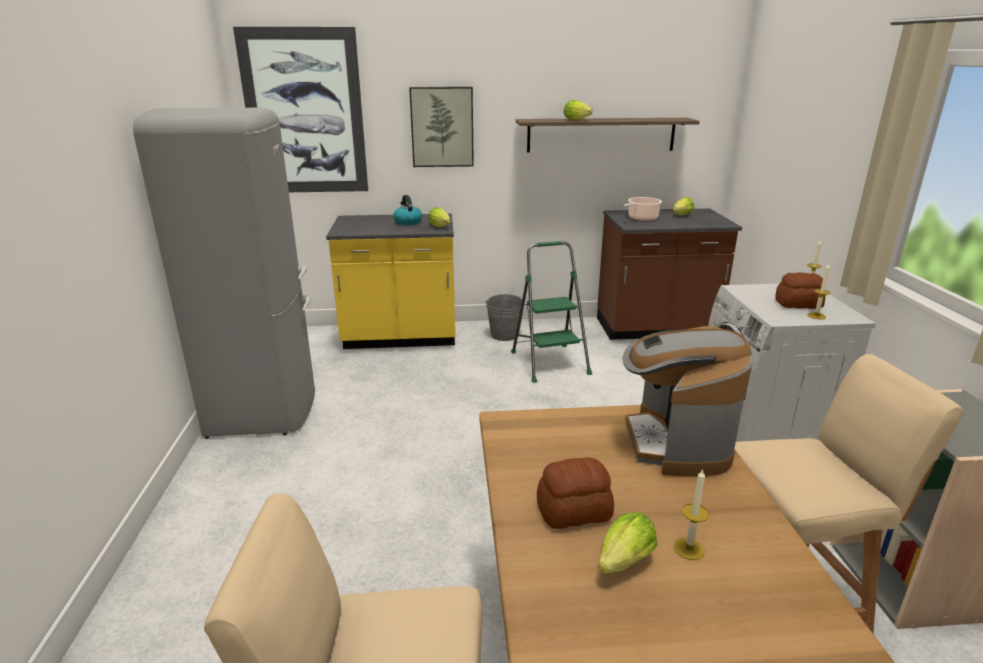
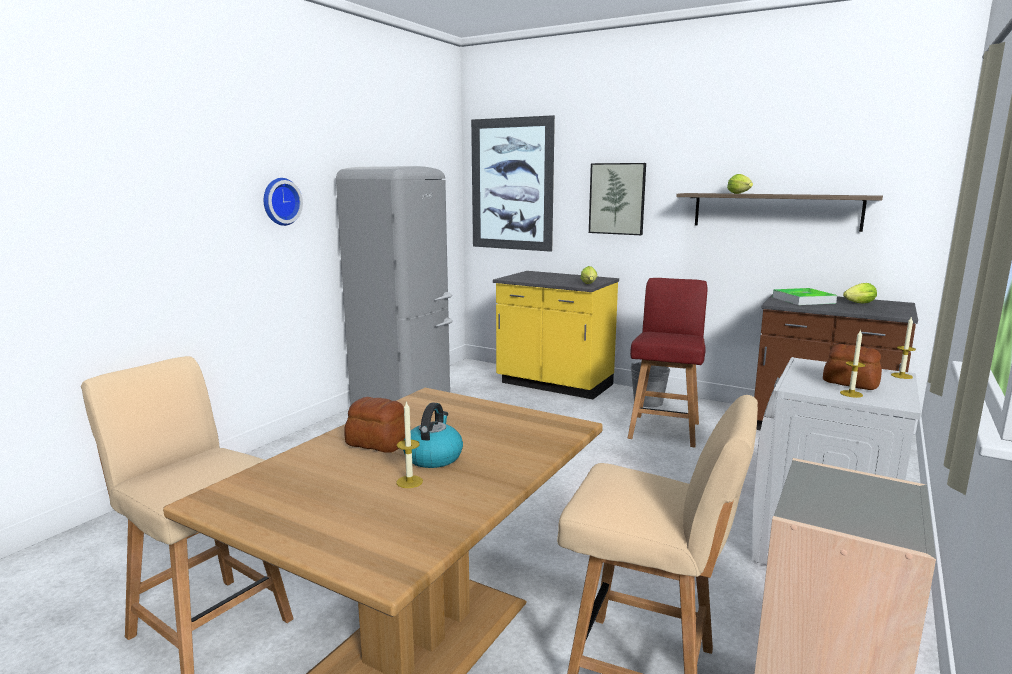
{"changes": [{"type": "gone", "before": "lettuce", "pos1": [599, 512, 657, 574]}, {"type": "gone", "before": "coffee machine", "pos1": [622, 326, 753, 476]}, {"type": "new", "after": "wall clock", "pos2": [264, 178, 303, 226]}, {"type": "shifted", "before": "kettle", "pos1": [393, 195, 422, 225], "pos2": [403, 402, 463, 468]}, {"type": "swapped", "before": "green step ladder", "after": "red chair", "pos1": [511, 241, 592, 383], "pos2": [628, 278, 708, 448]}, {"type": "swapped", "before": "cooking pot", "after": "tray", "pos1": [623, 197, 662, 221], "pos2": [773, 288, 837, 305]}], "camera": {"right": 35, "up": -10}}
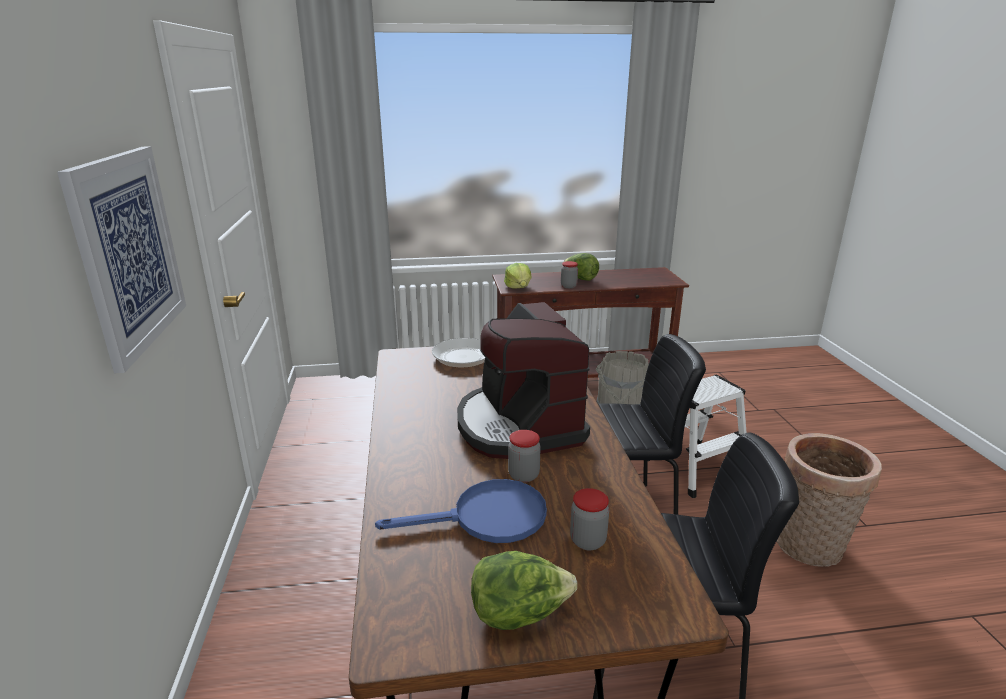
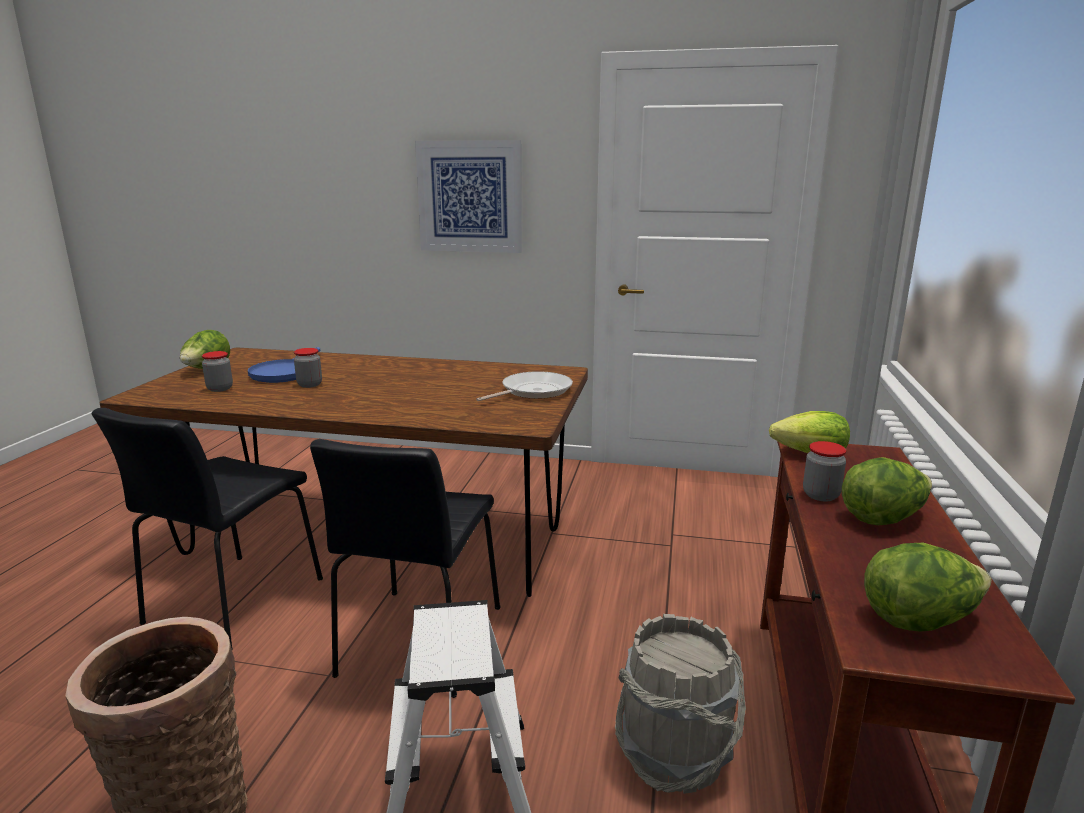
{"changes": [{"type": "gone", "before": "coffee machine", "pos1": [457, 302, 590, 459]}, {"type": "new", "after": "lettuce", "pos2": [864, 543, 991, 631]}], "camera": {"right": 110, "up": -5}}
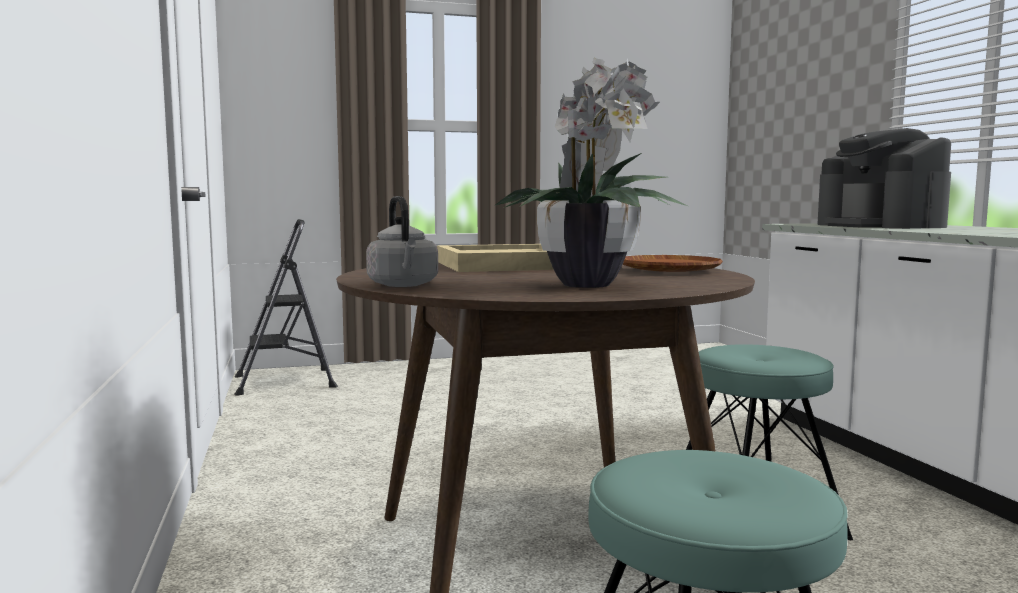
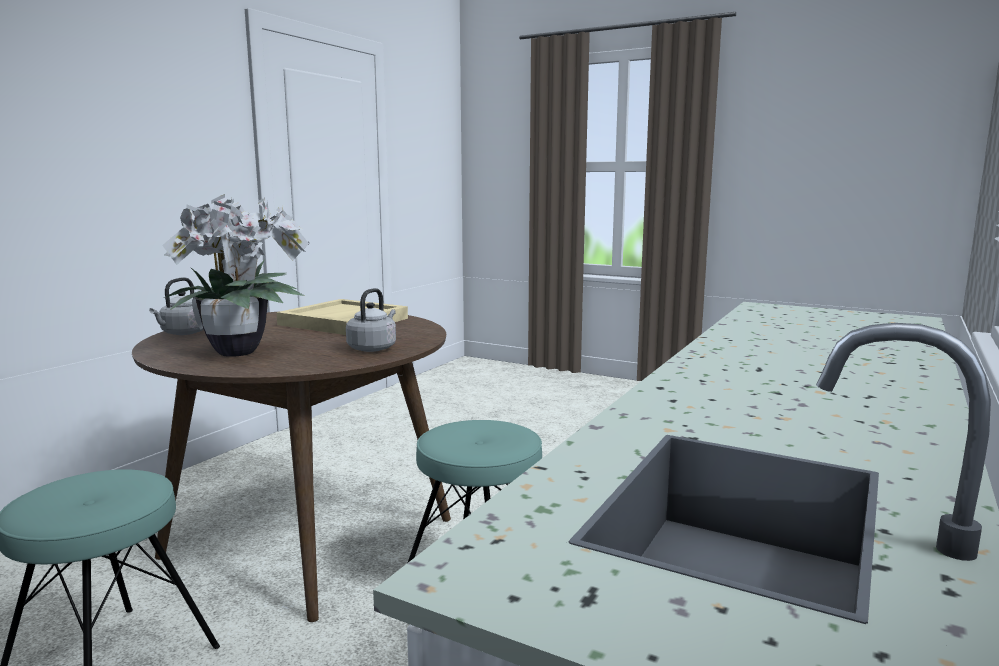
{"changes": [{"type": "gone", "before": "black step ladder", "pos1": [234, 219, 338, 396]}, {"type": "gone", "before": "coffee machine", "pos1": [817, 128, 951, 229]}, {"type": "swapped", "before": "brown plate", "after": "grey kettle", "pos1": [623, 255, 723, 272], "pos2": [346, 288, 396, 352]}], "camera": {"right": 45, "up": 5}}
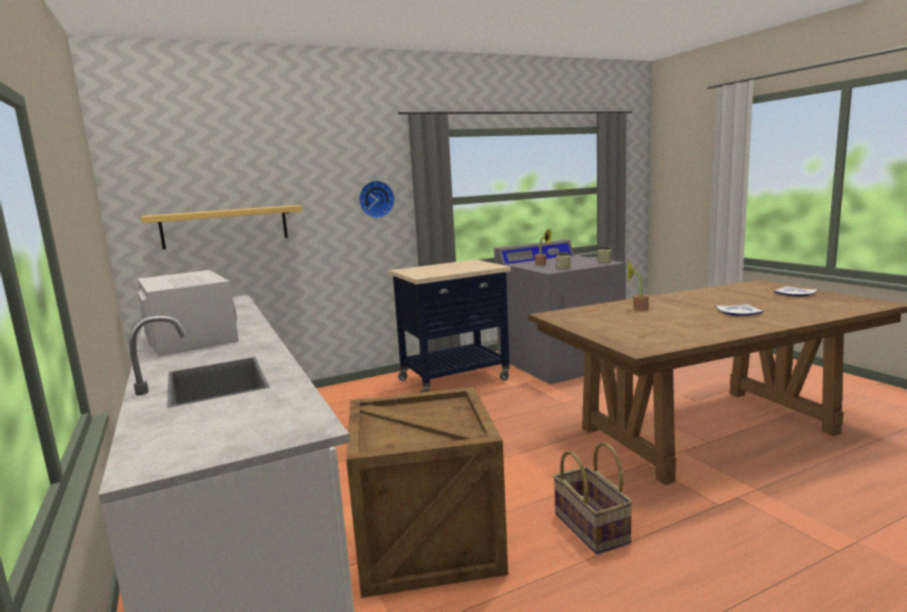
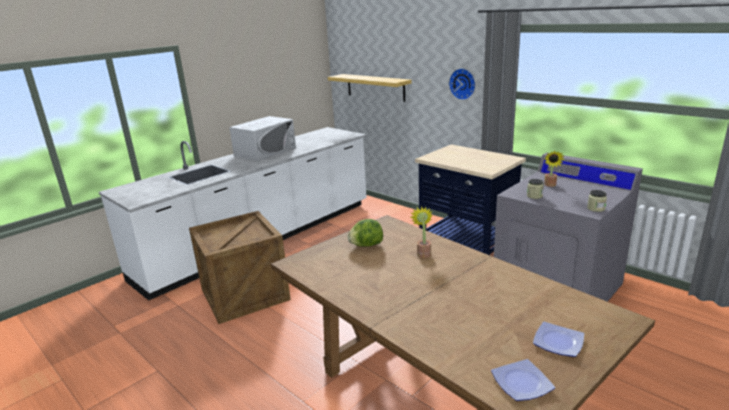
{"changes": [{"type": "gone", "before": "basket", "pos1": [553, 442, 633, 554]}, {"type": "new", "after": "lettuce", "pos2": [348, 219, 383, 247]}, {"type": "shifted", "before": "plate", "pos1": [716, 304, 763, 316], "pos2": [491, 359, 555, 401]}], "camera": {"right": 70, "up": 10}}
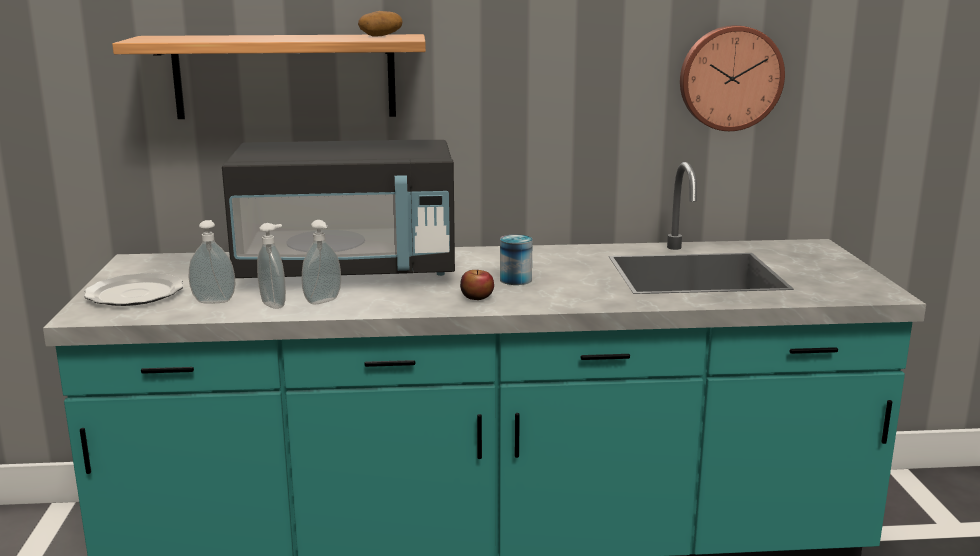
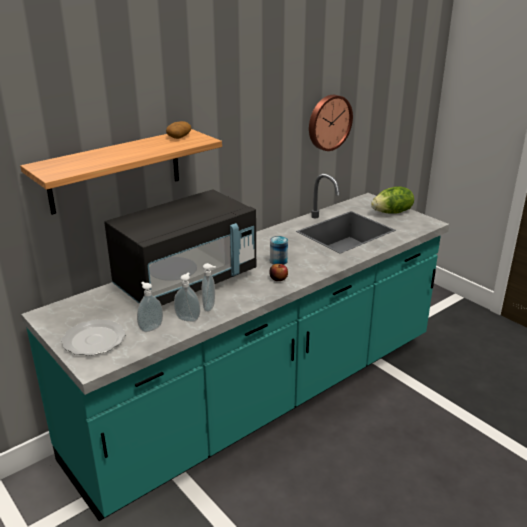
{"changes": [{"type": "new", "after": "lettuce", "pos2": [371, 186, 414, 214]}], "camera": {"right": -35, "up": 10}}
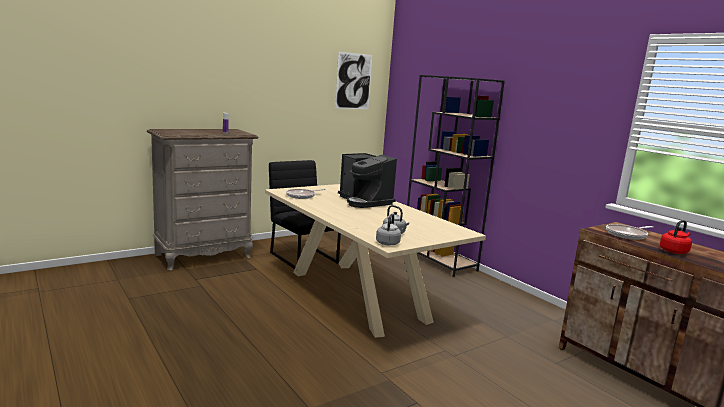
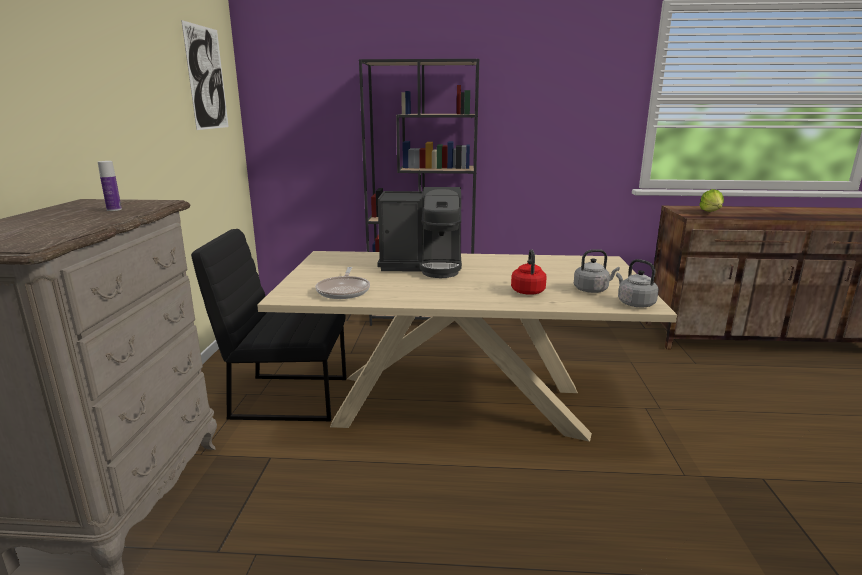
{"changes": [{"type": "shifted", "before": "red kettle", "pos1": [660, 220, 692, 254], "pos2": [511, 249, 547, 295]}, {"type": "swapped", "before": "frying pan", "after": "lettuce", "pos1": [606, 224, 653, 240], "pos2": [699, 189, 724, 212]}], "camera": {"right": -50, "up": 5}}
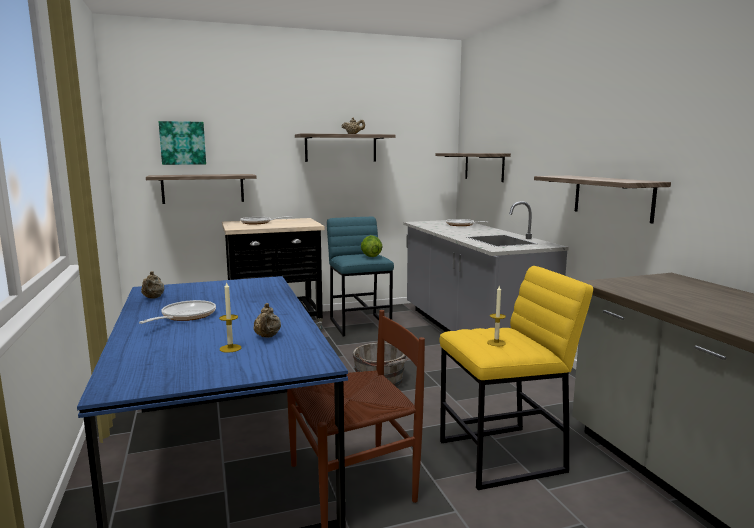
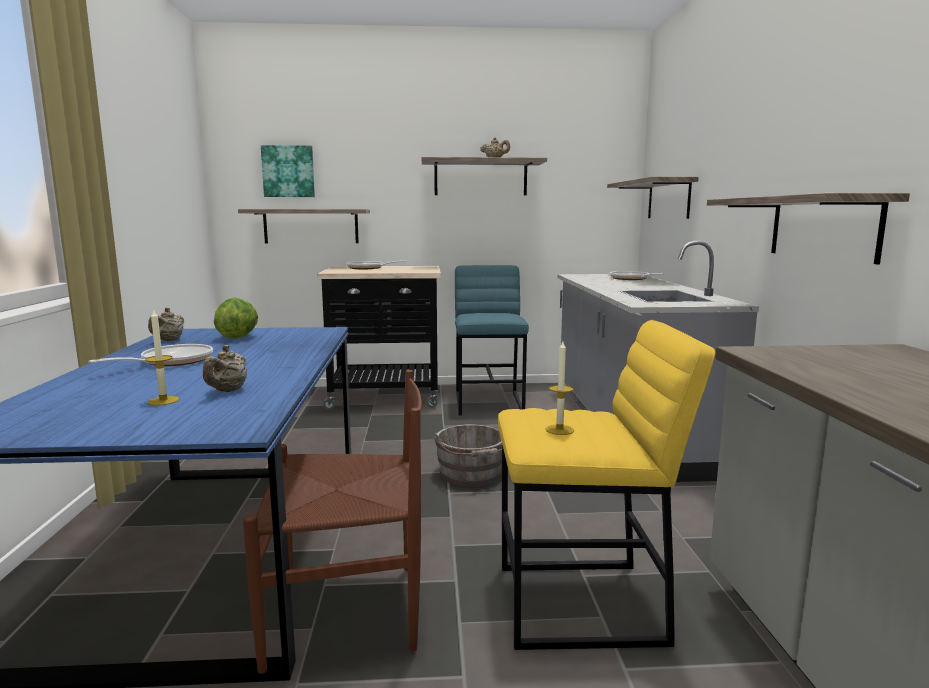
{"changes": [{"type": "shifted", "before": "lettuce", "pos1": [361, 235, 383, 257], "pos2": [214, 297, 258, 339]}], "camera": {"right": 15, "up": 0}}
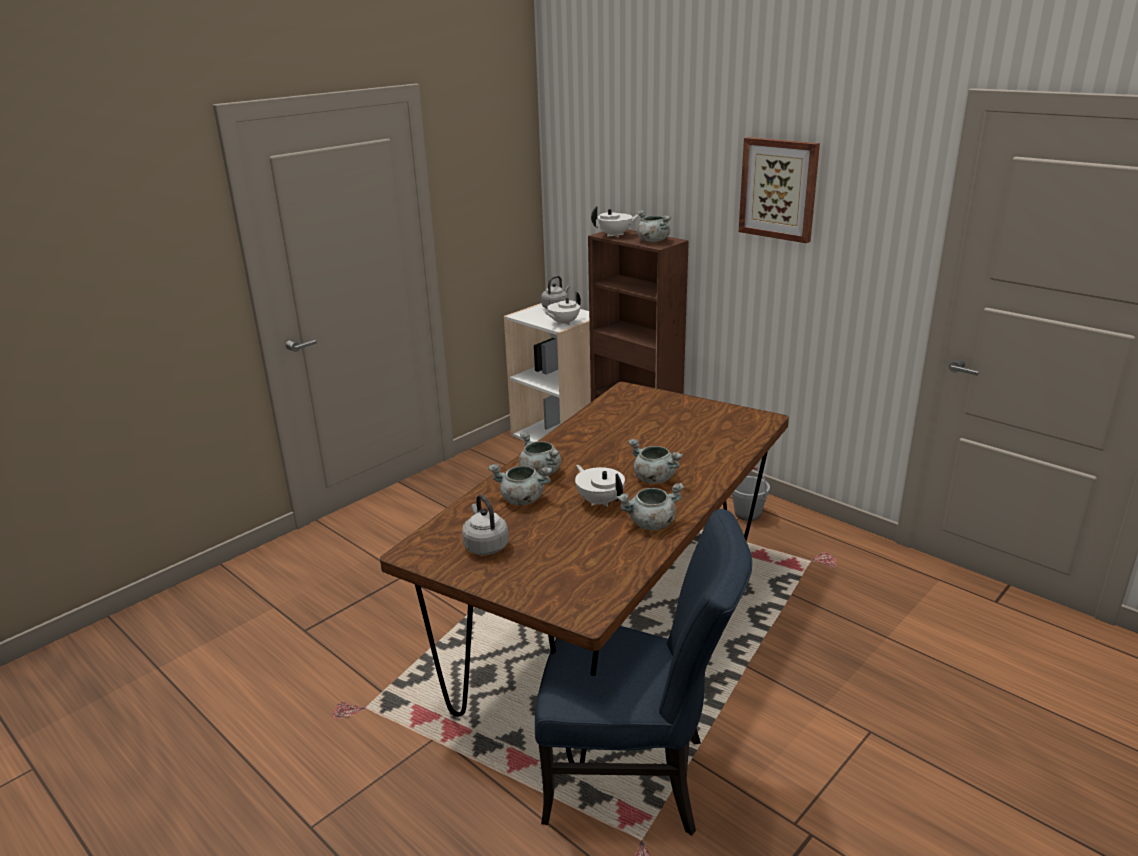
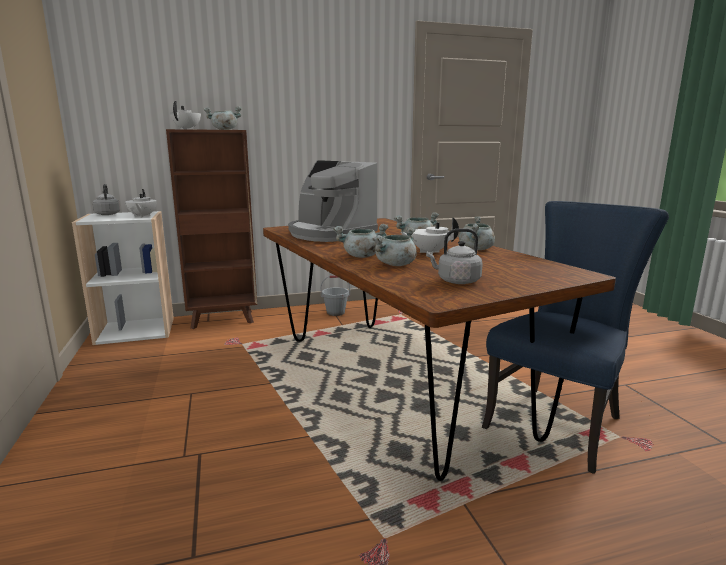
{"changes": [{"type": "gone", "before": "picture", "pos1": [739, 137, 820, 243]}, {"type": "new", "after": "coffee machine", "pos2": [288, 160, 378, 242]}], "camera": {"right": -60, "up": -10}}
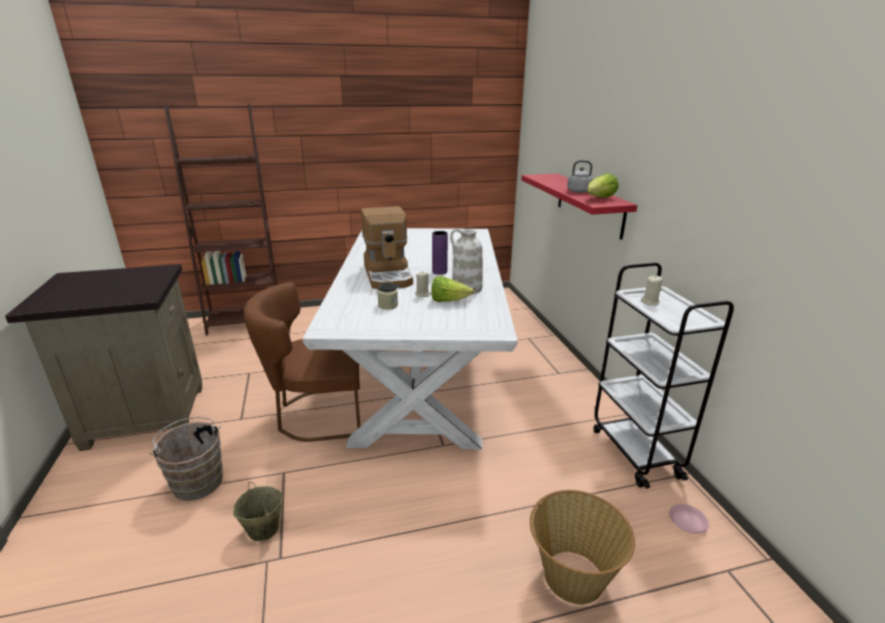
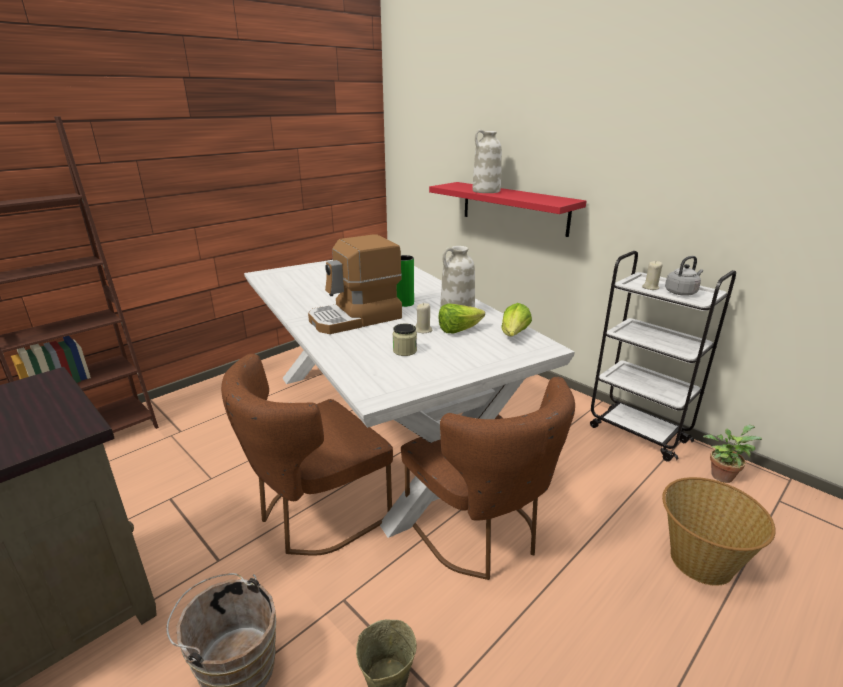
{"changes": [{"type": "new", "after": "brown chair", "pos2": [401, 377, 575, 580]}, {"type": "new", "after": "white vase", "pos2": [472, 129, 502, 193]}, {"type": "shifted", "before": "grey kettle", "pos1": [567, 160, 601, 193], "pos2": [665, 256, 703, 296]}, {"type": "shifted", "before": "lettuce", "pos1": [587, 173, 619, 198], "pos2": [501, 303, 532, 336]}, {"type": "swapped", "before": "pink plate", "after": "potted plant", "pos1": [669, 504, 709, 534], "pos2": [703, 425, 762, 483]}, {"type": "repainted", "before": "purple vase", "after": "green vase", "pos1": [432, 231, 448, 275], "pos2": [396, 255, 414, 307]}, {"type": "rotated", "before": "coffee machine", "pos1": [361, 206, 413, 289], "pos2": [308, 234, 402, 334], "turn": 105}], "camera": {"right": -30, "up": 0}}
